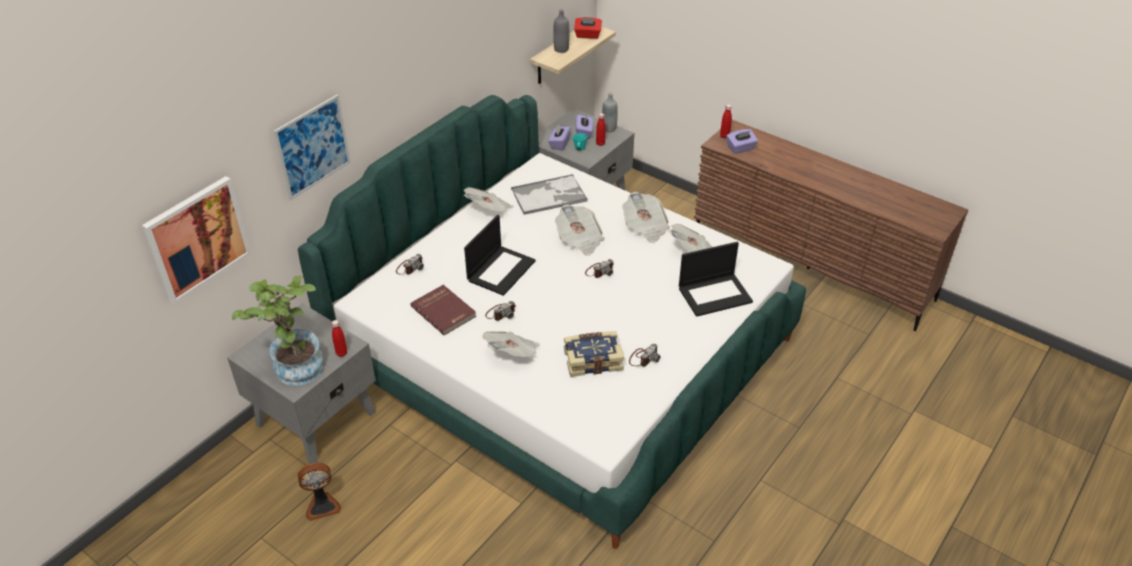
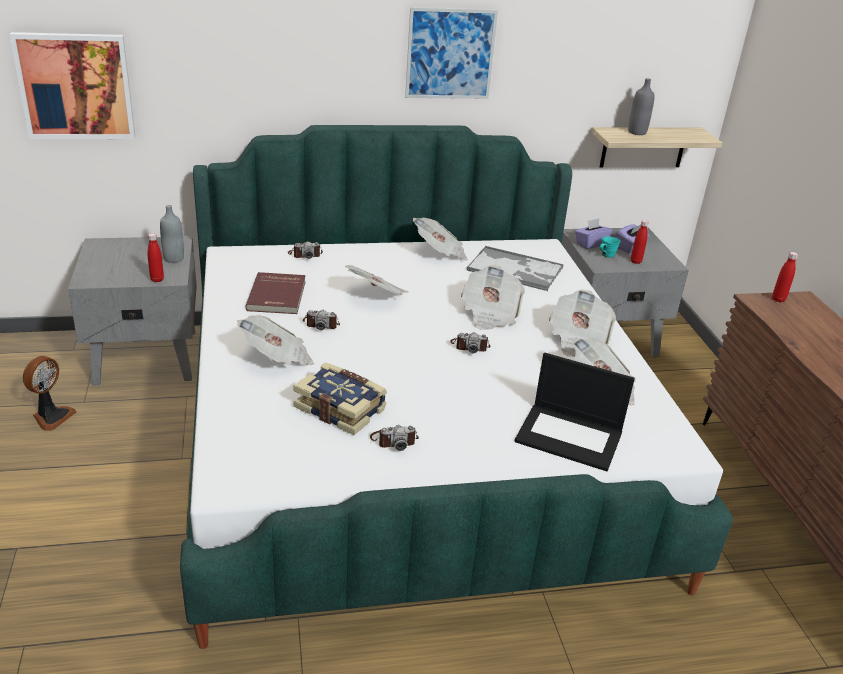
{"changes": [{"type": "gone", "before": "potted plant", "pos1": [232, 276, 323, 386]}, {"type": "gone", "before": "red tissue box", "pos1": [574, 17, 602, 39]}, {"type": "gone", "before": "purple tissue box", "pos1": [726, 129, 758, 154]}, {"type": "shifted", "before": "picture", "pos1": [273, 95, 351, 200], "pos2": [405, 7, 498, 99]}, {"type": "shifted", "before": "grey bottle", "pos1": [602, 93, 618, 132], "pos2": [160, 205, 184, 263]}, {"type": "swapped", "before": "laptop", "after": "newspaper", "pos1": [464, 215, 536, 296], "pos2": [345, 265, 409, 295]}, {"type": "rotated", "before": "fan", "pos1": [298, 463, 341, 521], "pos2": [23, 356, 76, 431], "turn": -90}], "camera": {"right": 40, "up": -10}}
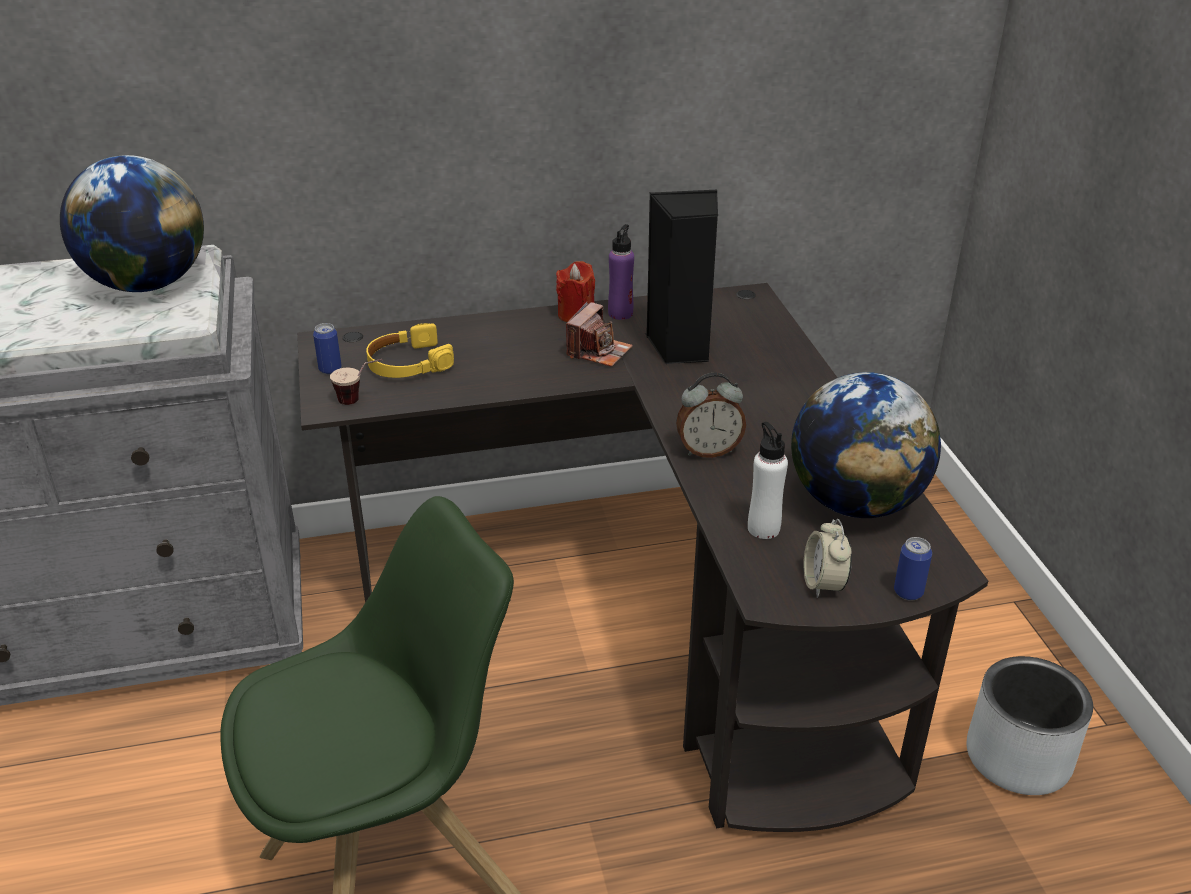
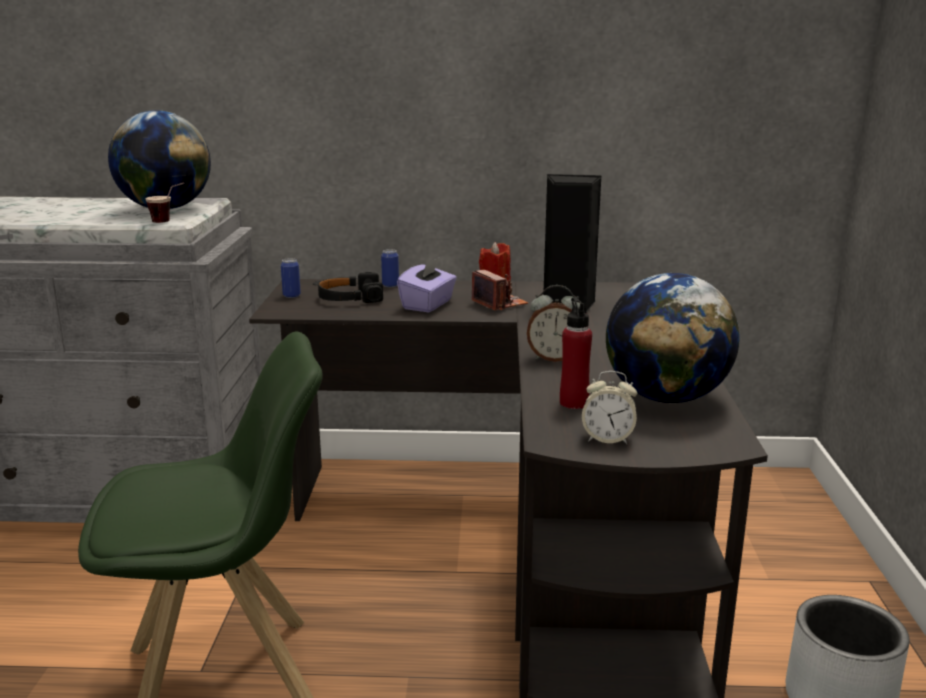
{"changes": [{"type": "gone", "before": "purple bottle", "pos1": [608, 224, 634, 320]}, {"type": "new", "after": "purple tissue box", "pos2": [397, 257, 457, 313]}, {"type": "shifted", "before": "cup", "pos1": [330, 359, 382, 405], "pos2": [145, 182, 184, 223]}, {"type": "shifted", "before": "can", "pos1": [894, 537, 932, 601], "pos2": [381, 249, 399, 287]}, {"type": "repainted", "before": "yellow headphones", "after": "black headphones", "pos1": [366, 323, 454, 378], "pos2": [318, 272, 383, 303]}, {"type": "repainted", "before": "white bottle", "after": "red bottle", "pos1": [748, 422, 788, 539], "pos2": [560, 297, 592, 409]}, {"type": "rotated", "before": "photo camera", "pos1": [566, 302, 633, 367], "pos2": [472, 270, 528, 311], "turn": -75}, {"type": "rotated", "before": "alarm clock", "pos1": [803, 519, 852, 598], "pos2": [582, 371, 637, 444], "turn": -90}], "camera": {"right": 15, "up": -15}}
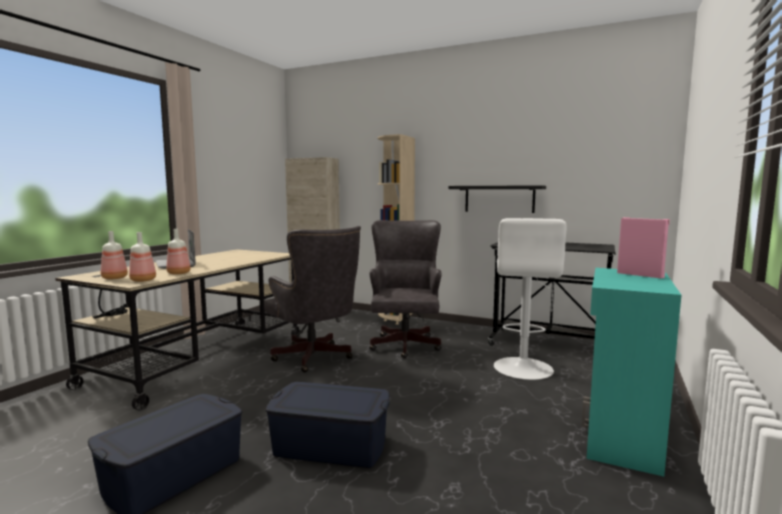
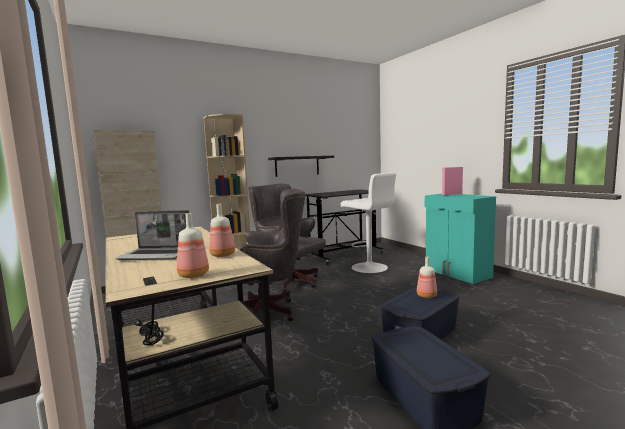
{"changes": [{"type": "shifted", "before": "bottle", "pos1": [129, 232, 156, 282], "pos2": [417, 257, 437, 298]}], "camera": {"right": -55, "up": 0}}
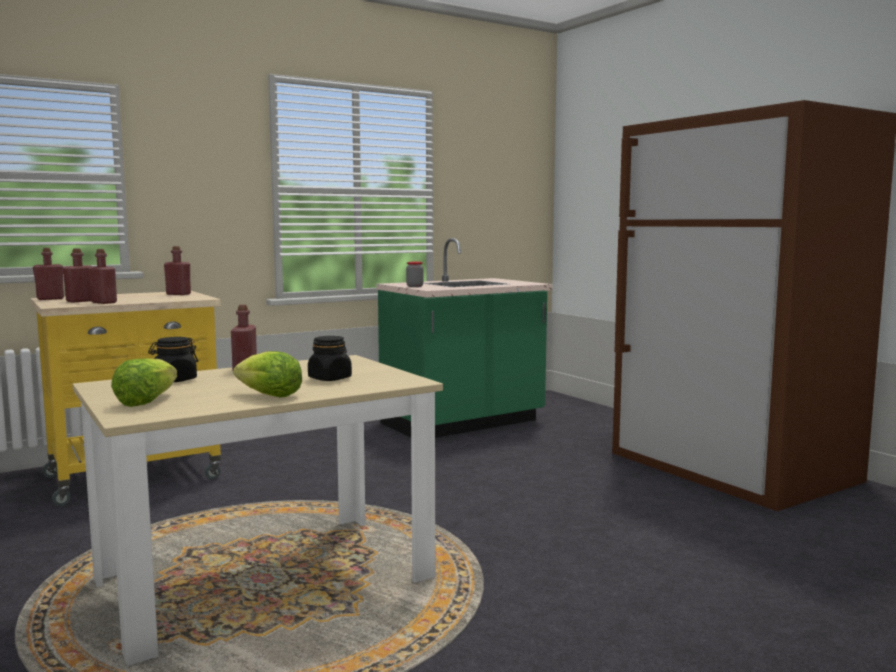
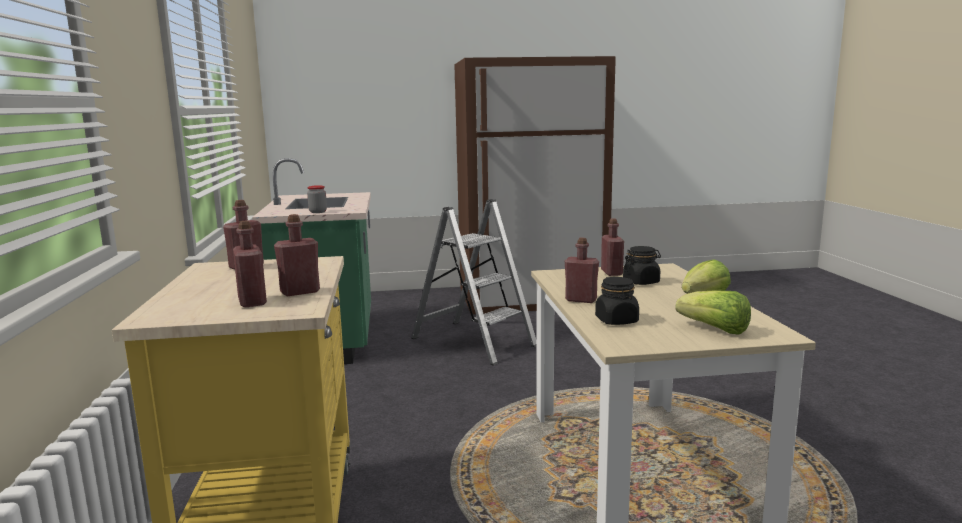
{"changes": [{"type": "new", "after": "grey step ladder", "pos2": [411, 199, 537, 366]}, {"type": "shifted", "before": "red bottle", "pos1": [33, 248, 64, 300], "pos2": [601, 218, 624, 276]}], "camera": {"right": -65, "up": 5}}
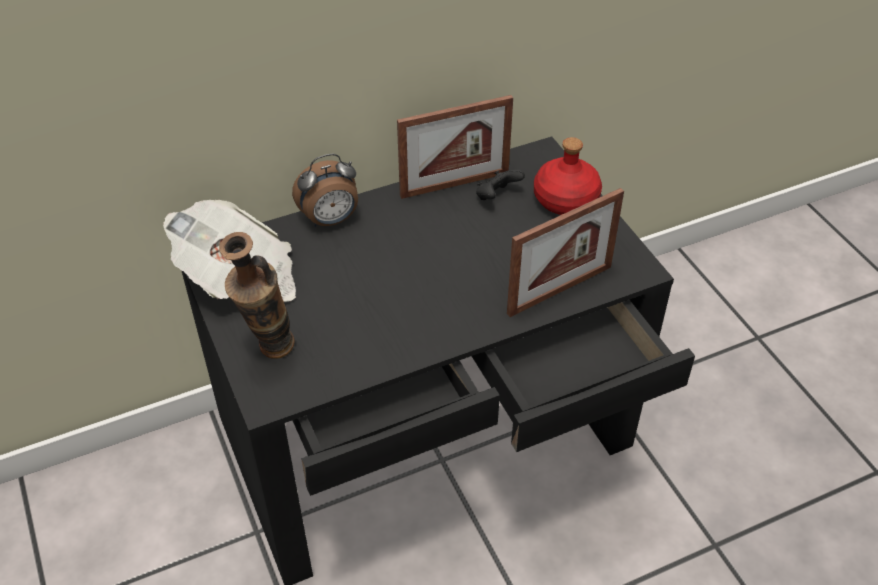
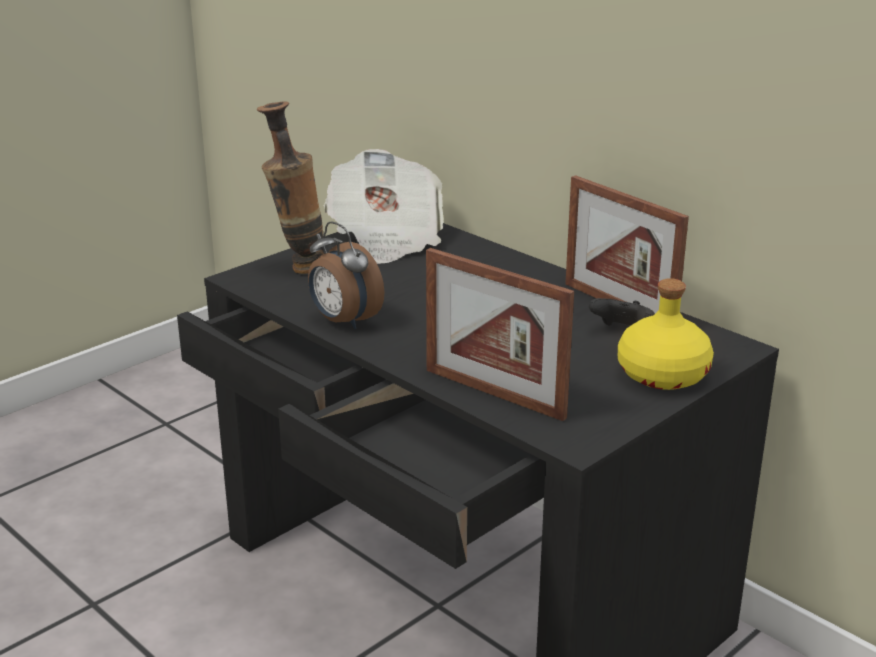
{"changes": [{"type": "shifted", "before": "alarm clock", "pos1": [292, 154, 358, 227], "pos2": [308, 221, 385, 329]}, {"type": "repainted", "before": "red bottle", "after": "yellow bottle", "pos1": [534, 137, 602, 215], "pos2": [618, 278, 714, 390]}], "camera": {"right": 70, "up": -20}}
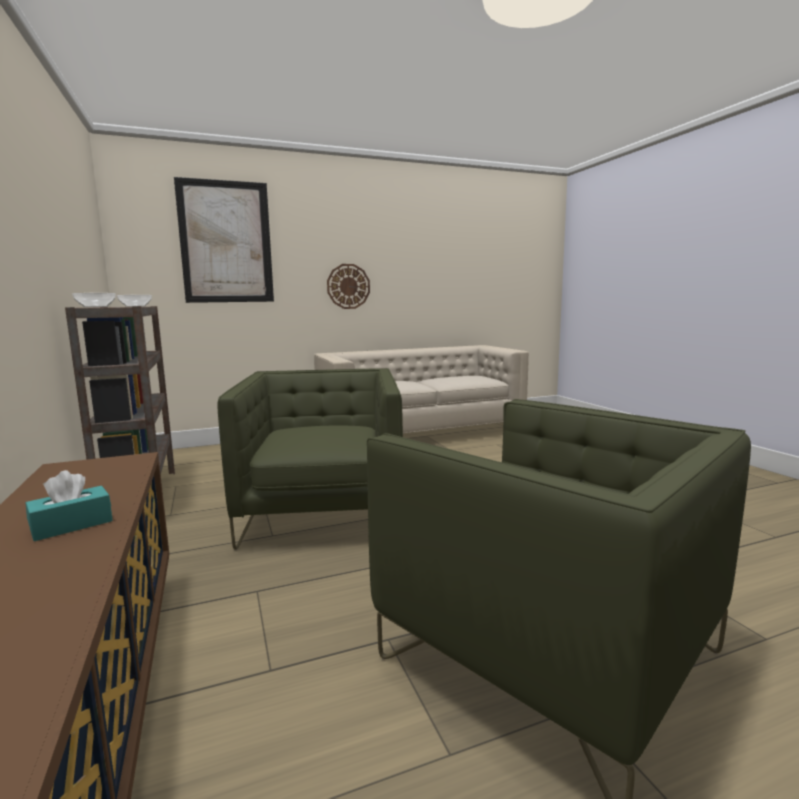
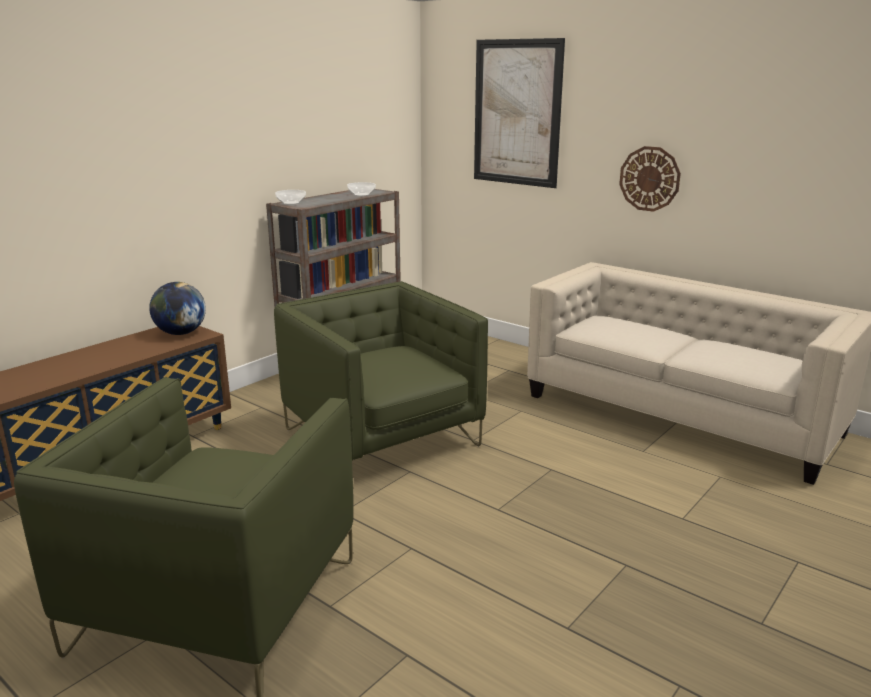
{"changes": [{"type": "gone", "before": "turquoise tissue box", "pos1": [26, 470, 113, 541]}, {"type": "new", "after": "globe", "pos2": [149, 282, 206, 335]}, {"type": "rotated", "before": "green armchair", "pos1": [217, 368, 403, 550], "pos2": [274, 281, 488, 460], "turn": -90}], "camera": {"right": 60, "up": 10}}
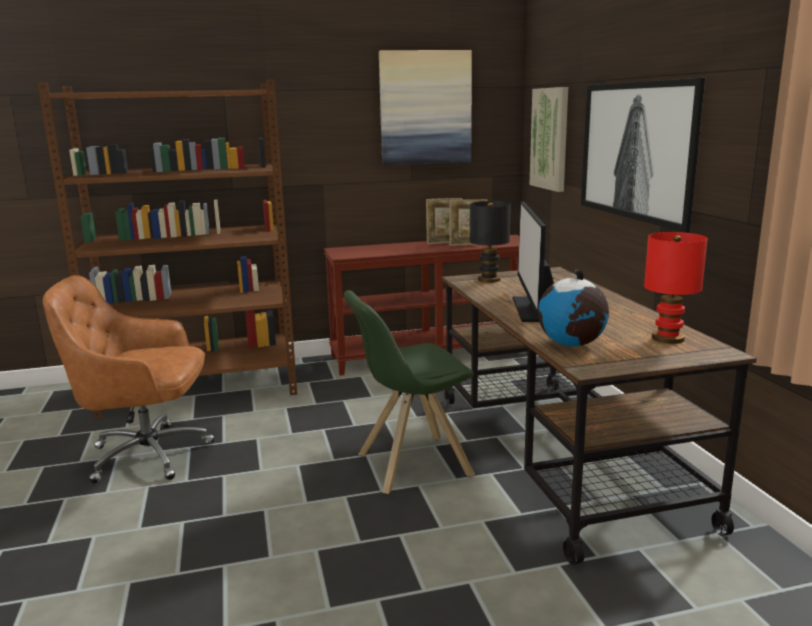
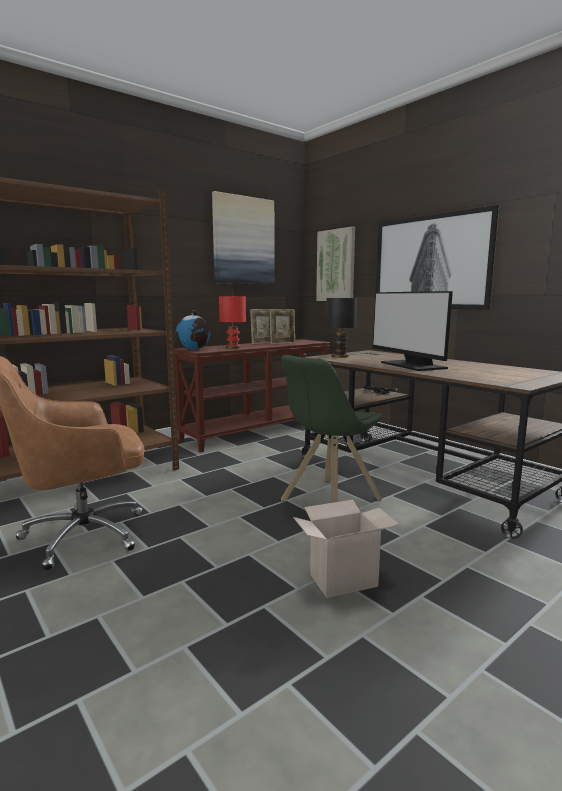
{"changes": [{"type": "new", "after": "cardboard box", "pos2": [293, 500, 399, 598]}, {"type": "shifted", "before": "globe", "pos1": [538, 269, 609, 347], "pos2": [176, 310, 210, 350]}, {"type": "shifted", "before": "red table lamp", "pos1": [644, 232, 708, 344], "pos2": [219, 296, 246, 349]}], "camera": {"right": -25, "up": -5}}
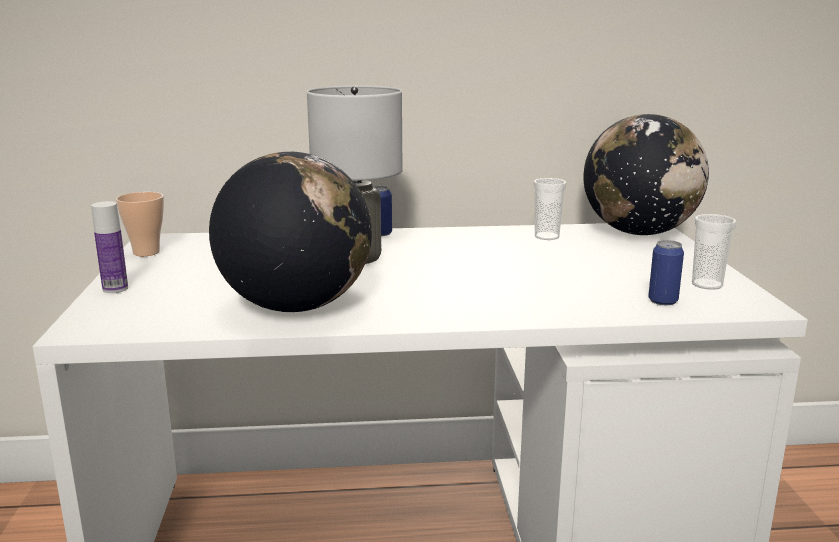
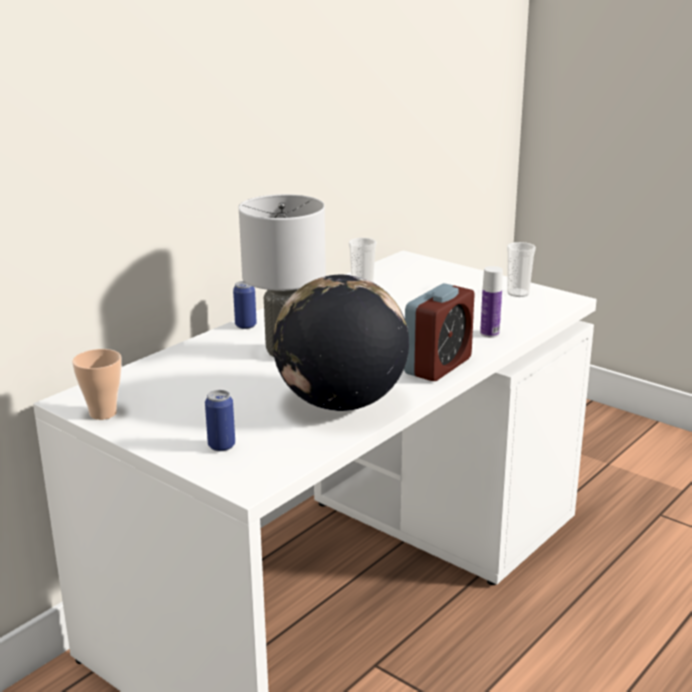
{"changes": [{"type": "gone", "before": "globe", "pos1": [583, 114, 709, 235]}, {"type": "new", "after": "alarm clock", "pos2": [404, 283, 475, 381]}, {"type": "shifted", "before": "bottle", "pos1": [91, 201, 128, 293], "pos2": [480, 266, 503, 338]}, {"type": "shifted", "before": "can", "pos1": [648, 240, 684, 305], "pos2": [205, 390, 235, 451]}], "camera": {"right": -45, "up": 5}}
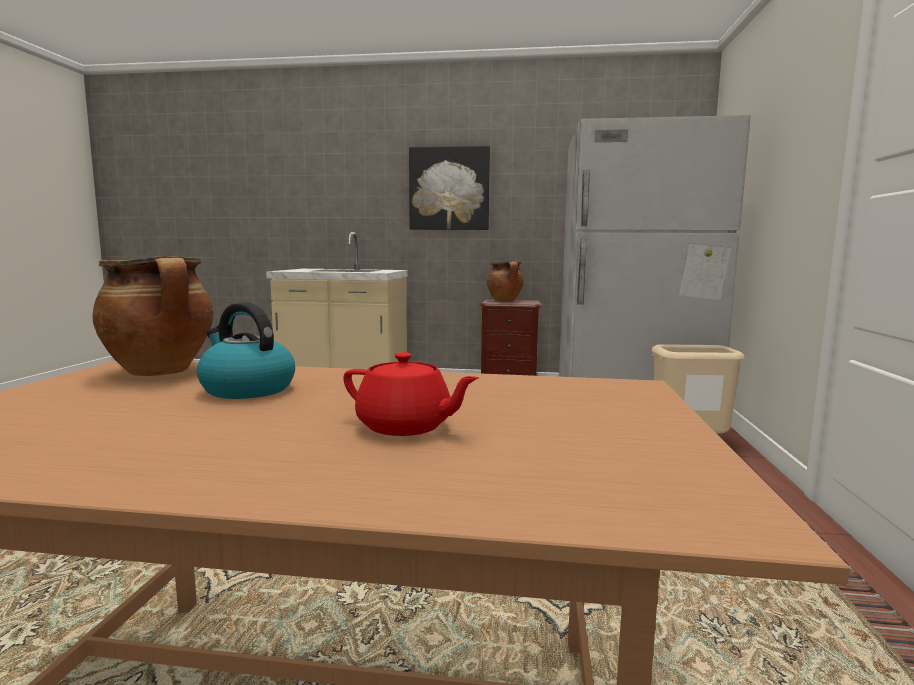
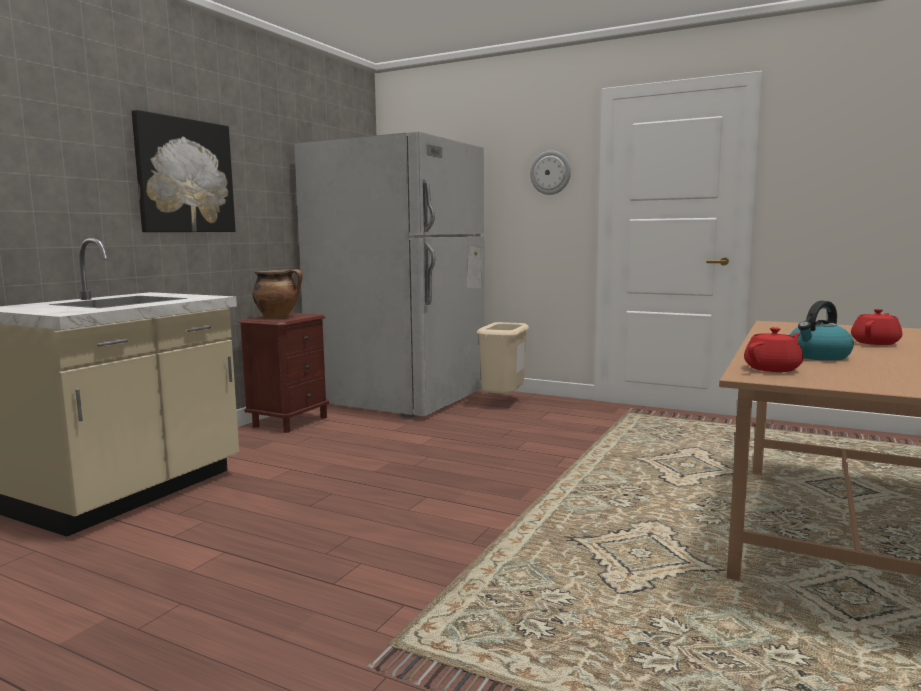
{"changes": [{"type": "new", "after": "wall clock", "pos2": [530, 151, 571, 195]}, {"type": "swapped", "before": "cooking pot", "after": "red teapot", "pos1": [92, 256, 213, 376], "pos2": [744, 327, 803, 372]}], "camera": {"right": -70, "up": 0}}
